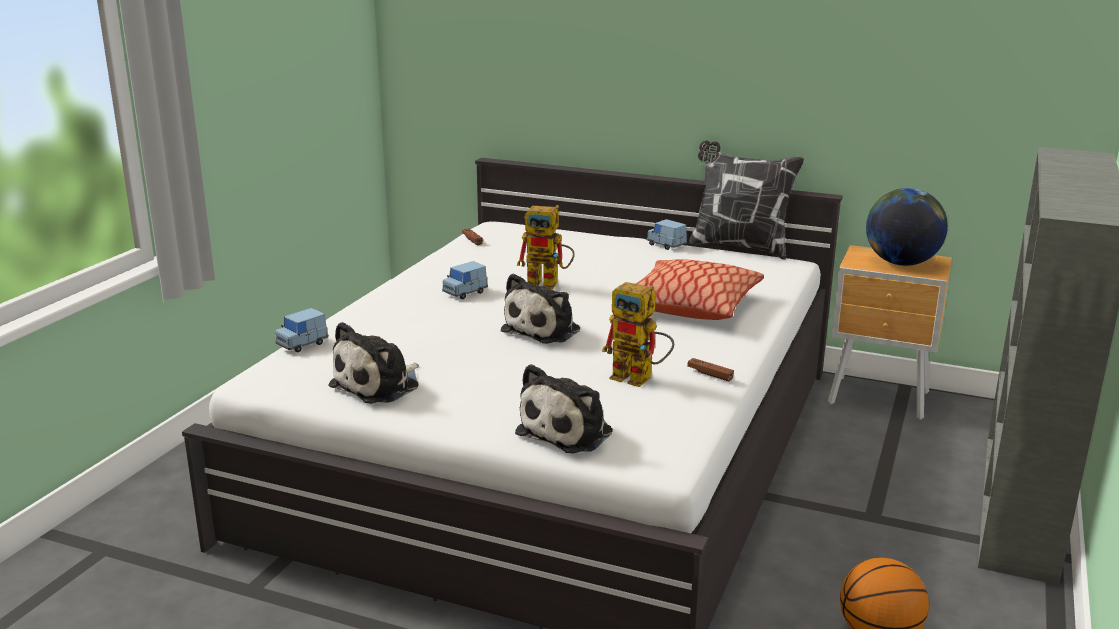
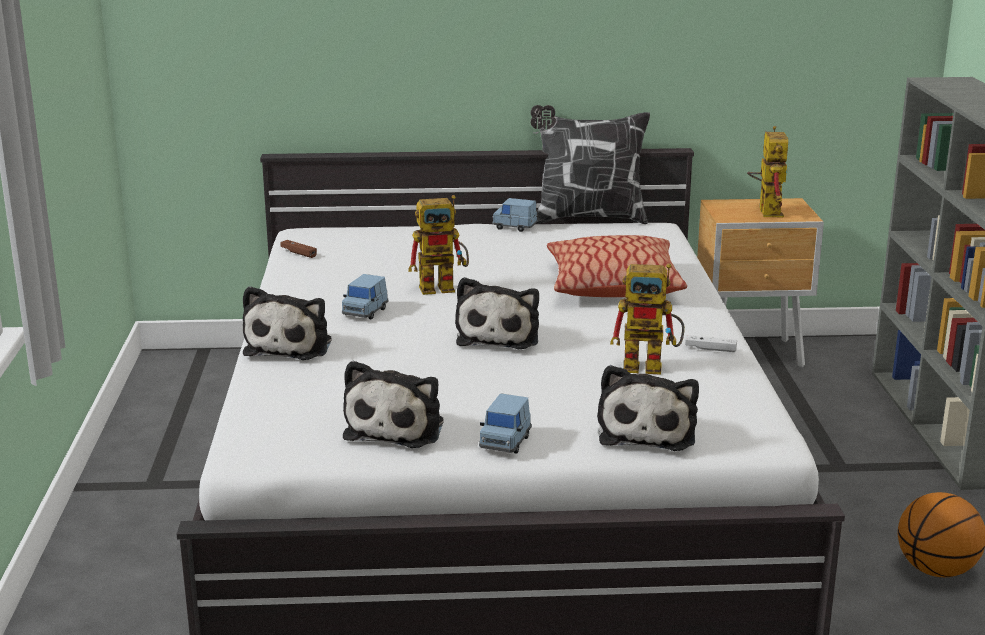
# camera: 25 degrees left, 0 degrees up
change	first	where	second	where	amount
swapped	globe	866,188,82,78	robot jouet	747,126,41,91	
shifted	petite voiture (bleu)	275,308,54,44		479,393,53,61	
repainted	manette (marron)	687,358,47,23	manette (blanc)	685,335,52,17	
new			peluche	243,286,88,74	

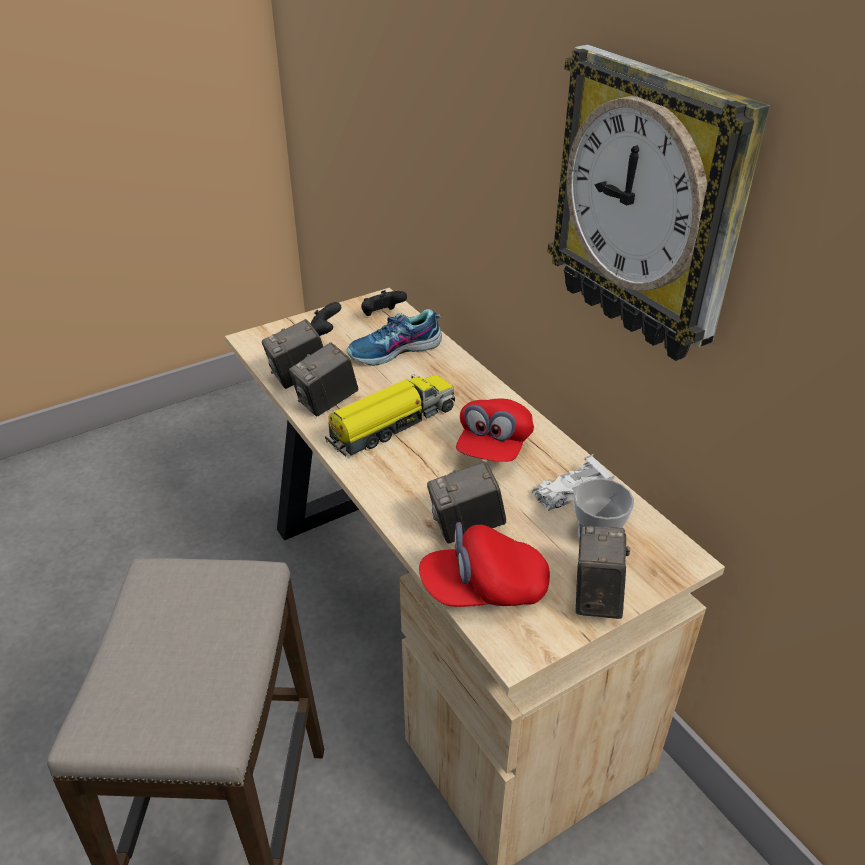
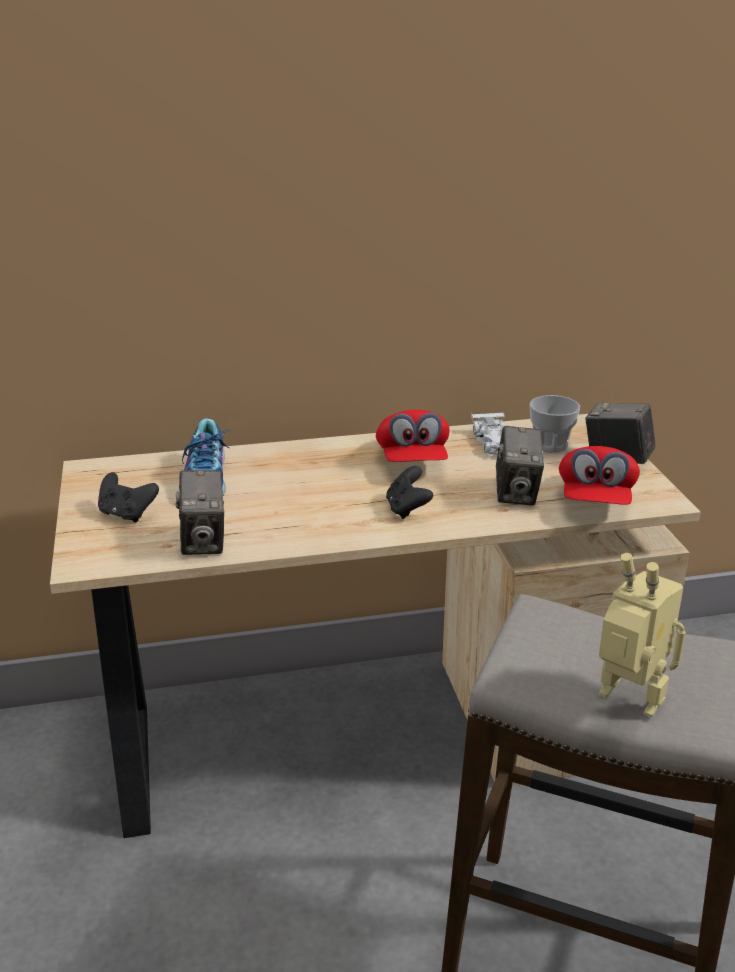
# camera: 70 degrees left, 10 degrees down
change	first	where	second	where	amount
gone	horloge murale	548,45,223,316			
shifted	manette (noir)	361,290,46,26		386,466,47,53	
gone	appareil photo	289,343,69,73			
gone	camion jouet	325,375,130,82			
rotated	casquette (rouge)	456,399,78,63		376,410,74,52	45 degrees clockwise
new			robot jouet	599,553,87,164	

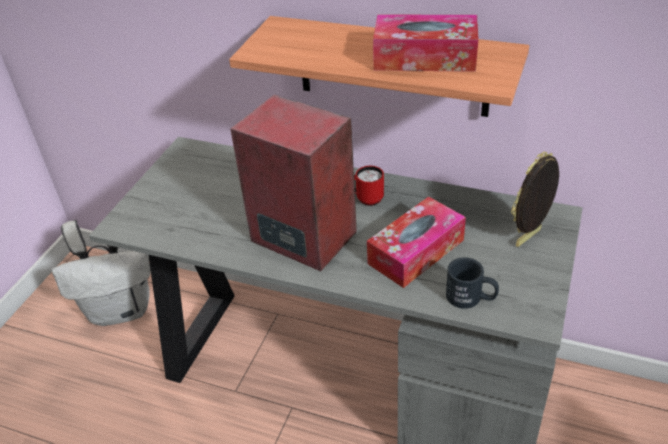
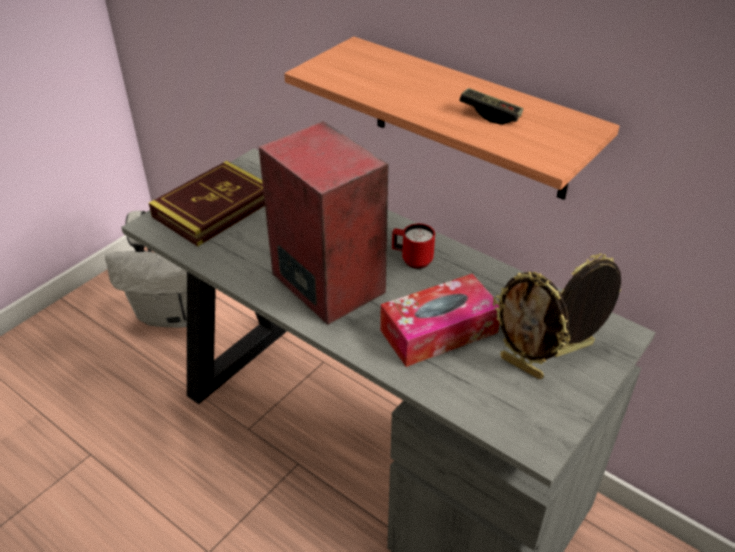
# camera: 15 degrees right, 0 degrees up
change	first	where	second	where	amount
swapped	boîte à mouchoirs	373,15,105,57	manette	459,88,64,37	
gone	mug (noir)	446,257,53,52			
new			livre	149,161,116,86	
new			cadre photo	493,272,77,107	

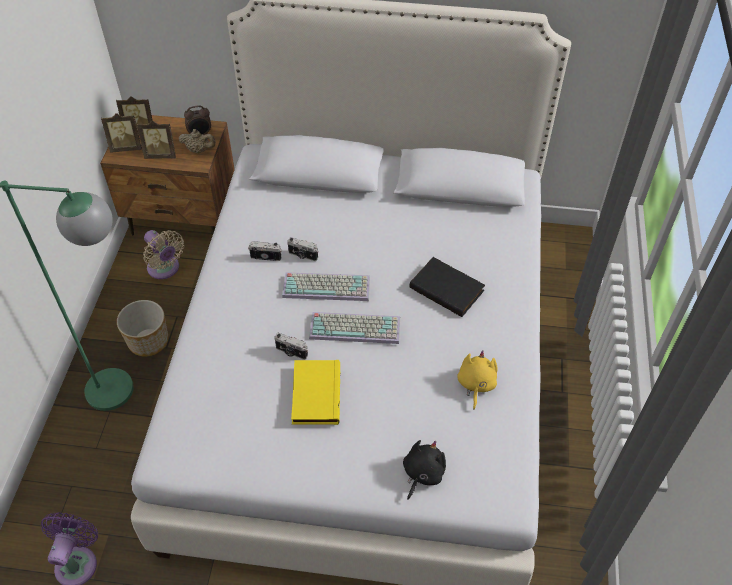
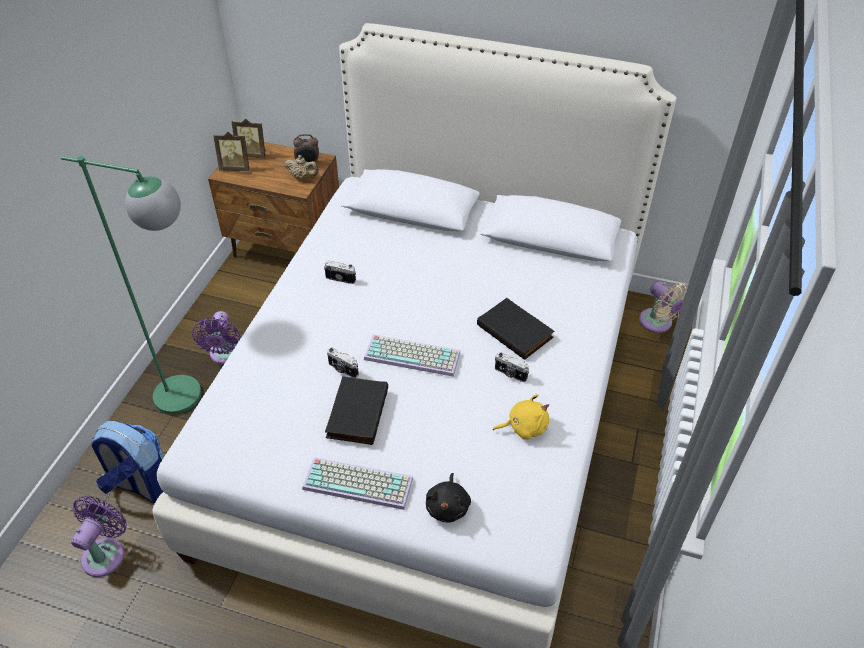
# camera: 10 degrees right, 5 degrees down
change	first	where	second	where	amount
gone	cadre photo	137,121,39,38			
shifted	ventilateur (beige)	143,230,41,49		639,281,49,52	
shifted	appareil photo	287,237,31,24		495,352,34,30	
shifted	clavier	282,272,88,29		302,457,111,53	
swapped	cache-pot	117,300,51,56	ventilateur (violet)	192,311,49,54	
rotated	peluche (jaune)	457,350,41,59		493,394,56,46	60 degrees clockwise
repainted	livre (jaune)	291,360,49,65	livre (noir)	325,376,63,69	
rotated	peluche (noir)	403,440,43,60		426,473,45,49	150 degrees clockwise
new			sac à dos	91,421,73,83	

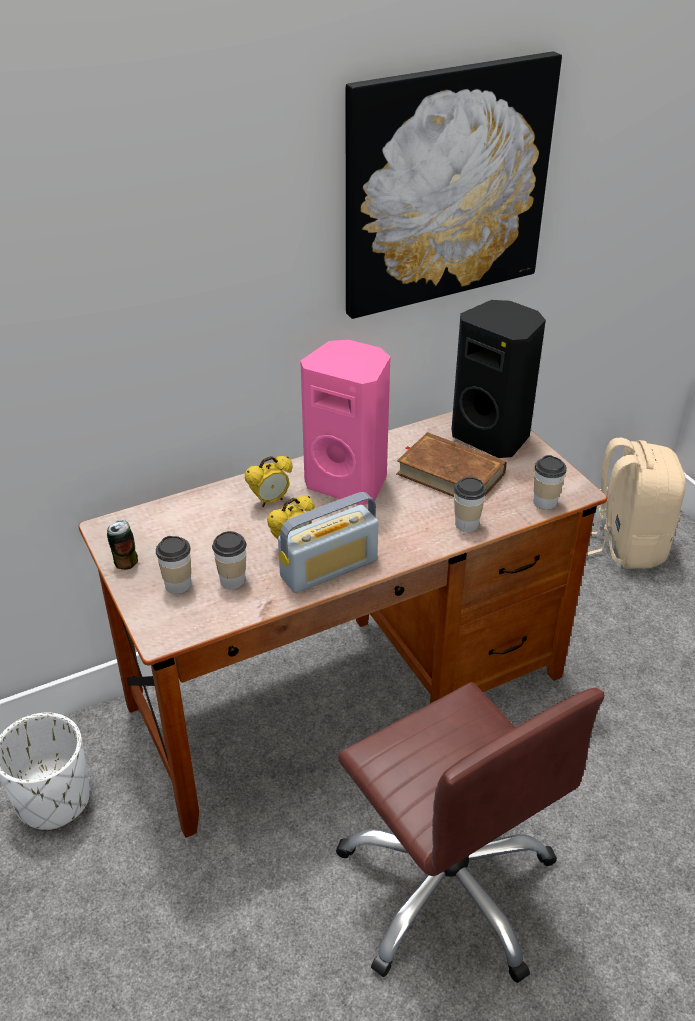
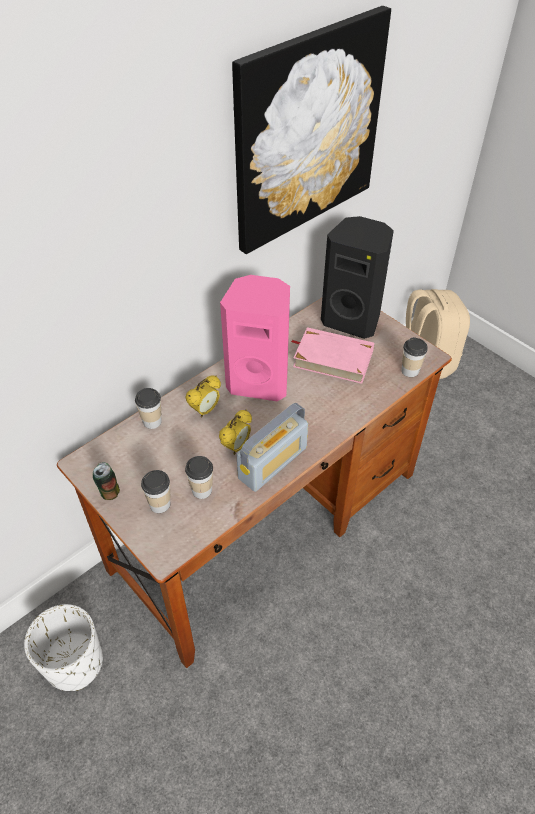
# camera: 15 degrees left, 10 degrees up
change	first	where	second	where	amount
repainted	livre (marron)	396,432,111,65	livre (rose)	291,327,83,57	
shifted	tasse	454,477,32,55		135,388,27,41	
gone	chaise de bureau (marron)	336,682,268,301			

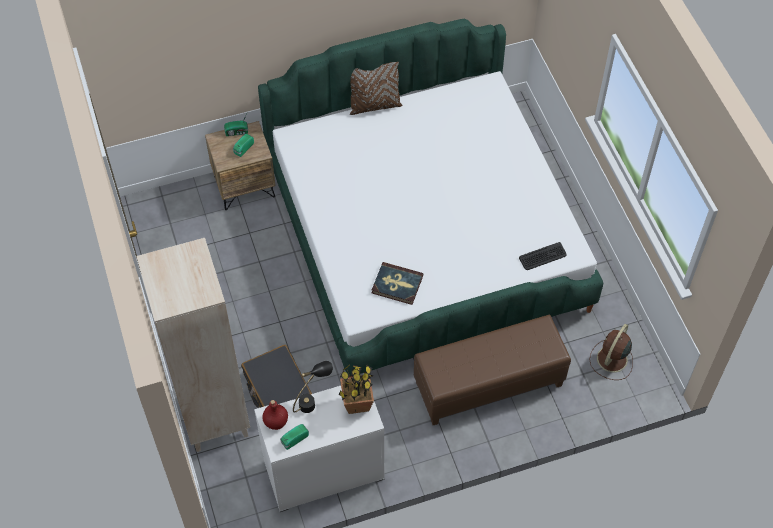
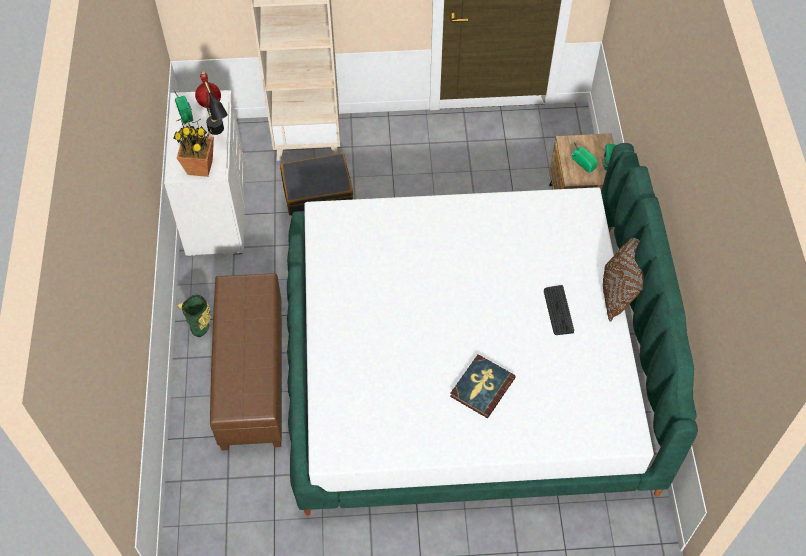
# camera: 105 degrees right, 0 degrees up
change	first	where	second	where	amount
shifted	clavier	519,242,48,28		544,285,30,50	
shifted	livre	372,262,51,43		450,354,66,64	
gone	ventilateur (marron)	589,324,44,56			
new			vase	177,295,34,42	

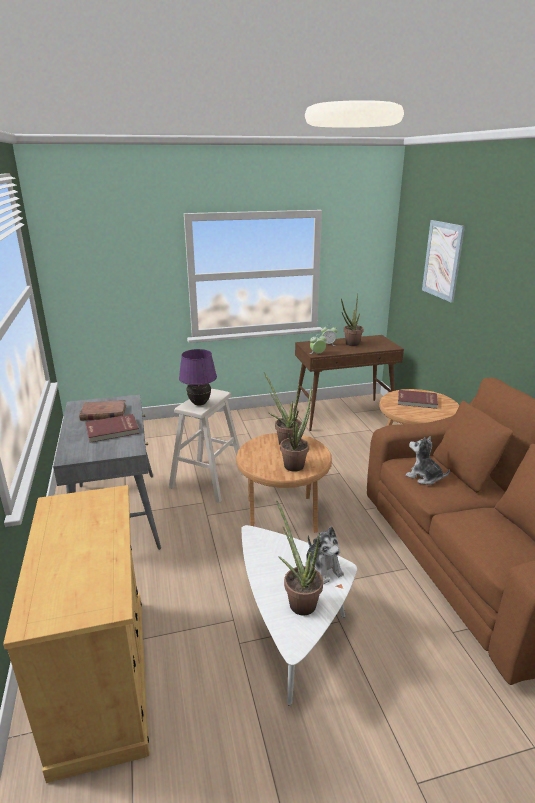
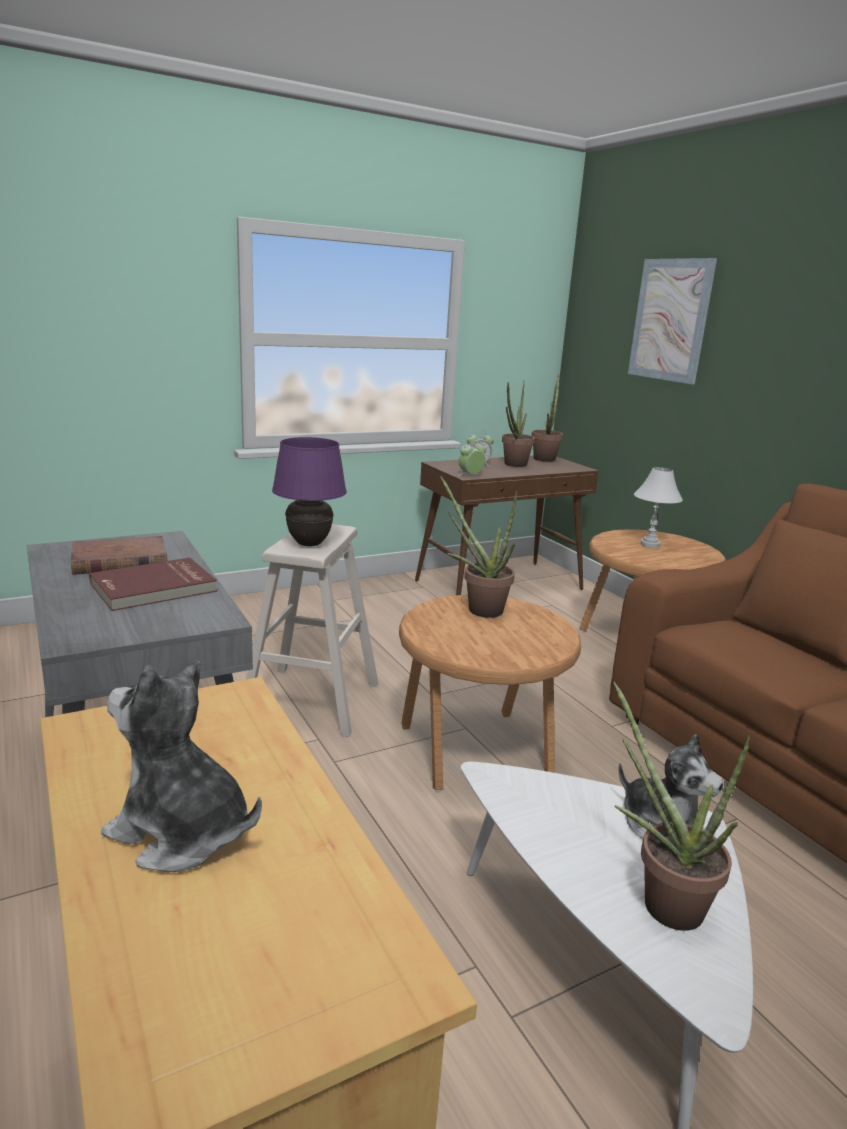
# camera: 15 degrees left, 5 degrees down
change	first	where	second	where	amount
shifted	plante en pot	280,386,32,86		532,374,31,88	
swapped	livre (rouge)	398,390,40,19	lampe de table (blanc)	634,467,49,81	
shifted	peluche	405,436,45,49		101,660,161,212	

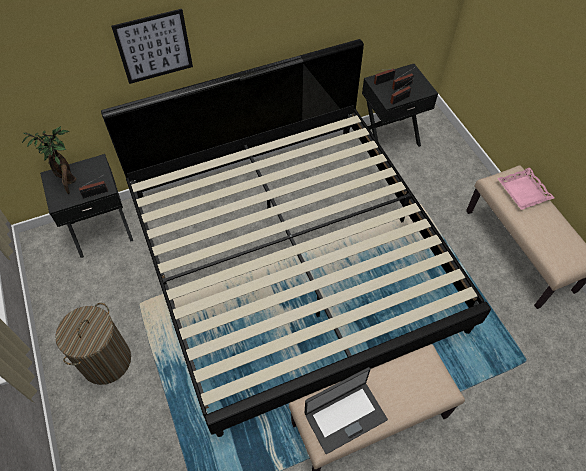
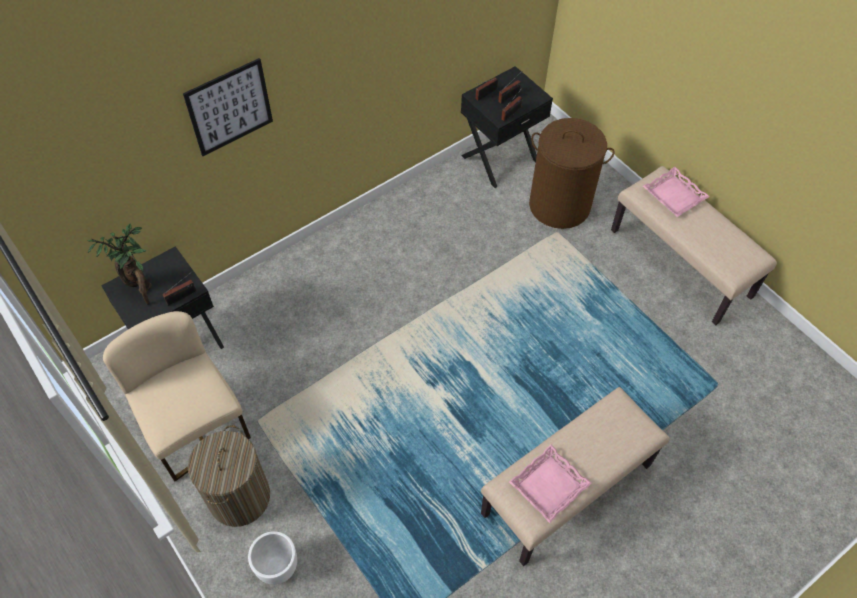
# camera: 15 degrees left, 0 degrees up
change	first	where	second	where	amount
gone	lit	101,39,390,398			
swapped	ordinateur portable	305,367,83,87	plateau (rose)	509,445,83,78	
new			panier à linge (marron)	529,118,86,111	
new			chaise (beige)	103,311,148,170	
new			cache-pot (blanc)	248,531,49,54	

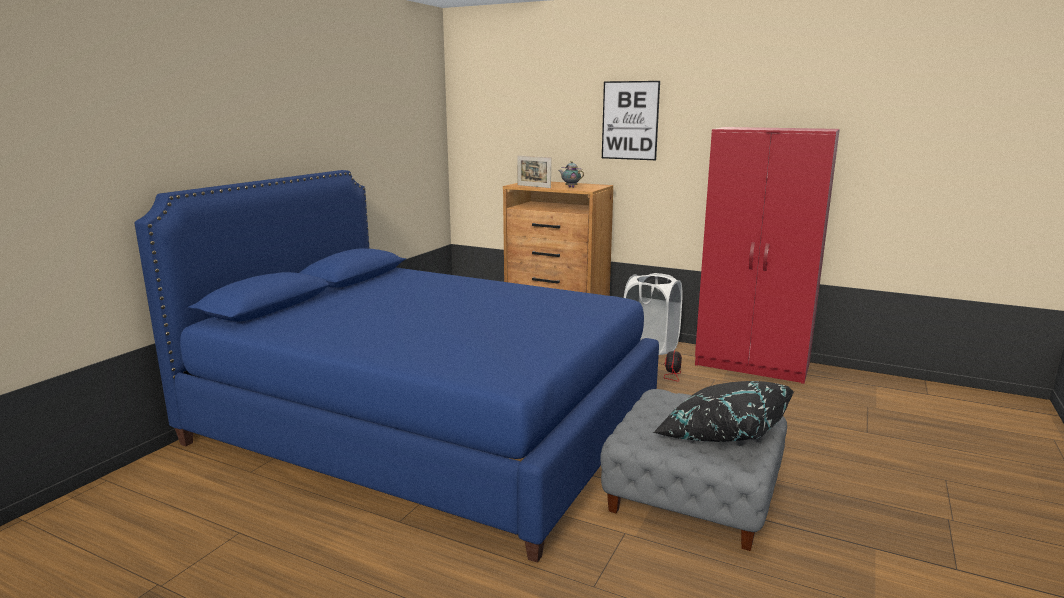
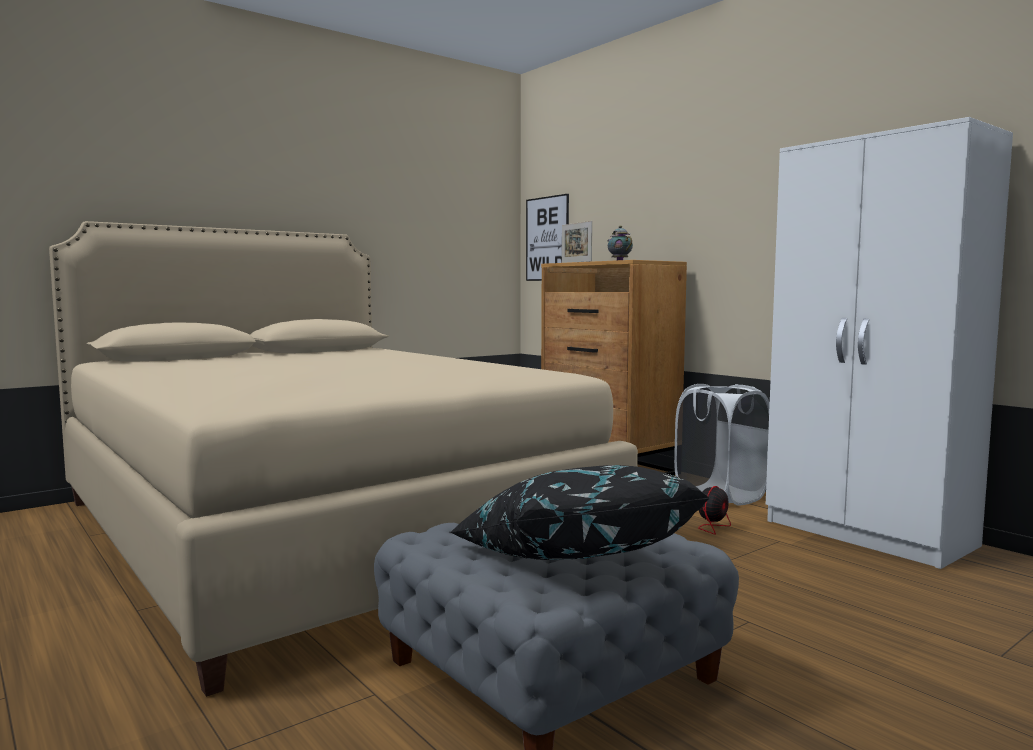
# camera: 25 degrees right, 10 degrees down
change	first	where	second	where	amount
shifted	tableau	602,81,58,79		526,194,43,87	
repainted	armoire (rouge)	695,127,145,257	armoire (blanc)	766,117,247,452	
repainted	lit (bleu)	135,170,524,393	lit (beige)	49,221,589,476	

